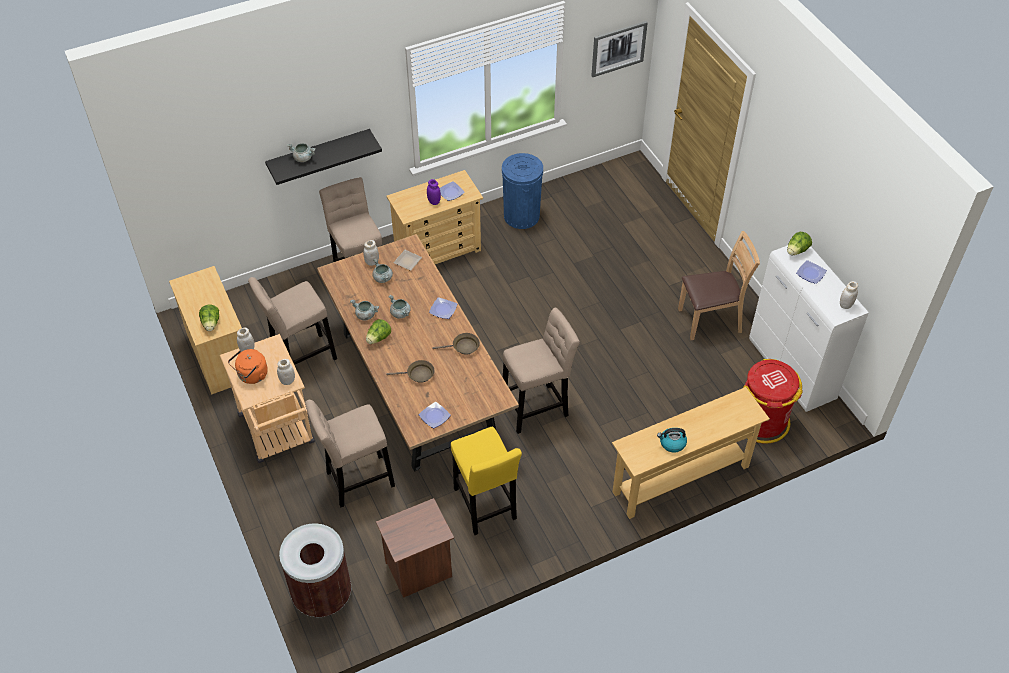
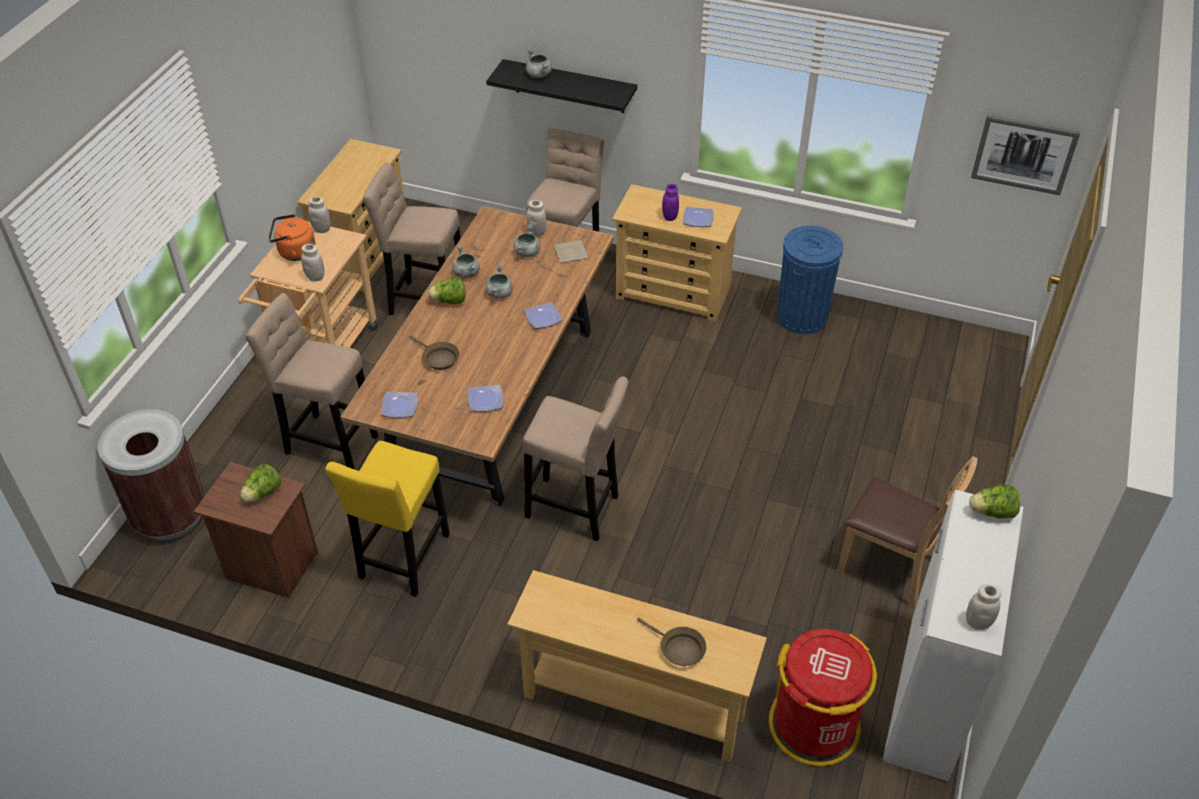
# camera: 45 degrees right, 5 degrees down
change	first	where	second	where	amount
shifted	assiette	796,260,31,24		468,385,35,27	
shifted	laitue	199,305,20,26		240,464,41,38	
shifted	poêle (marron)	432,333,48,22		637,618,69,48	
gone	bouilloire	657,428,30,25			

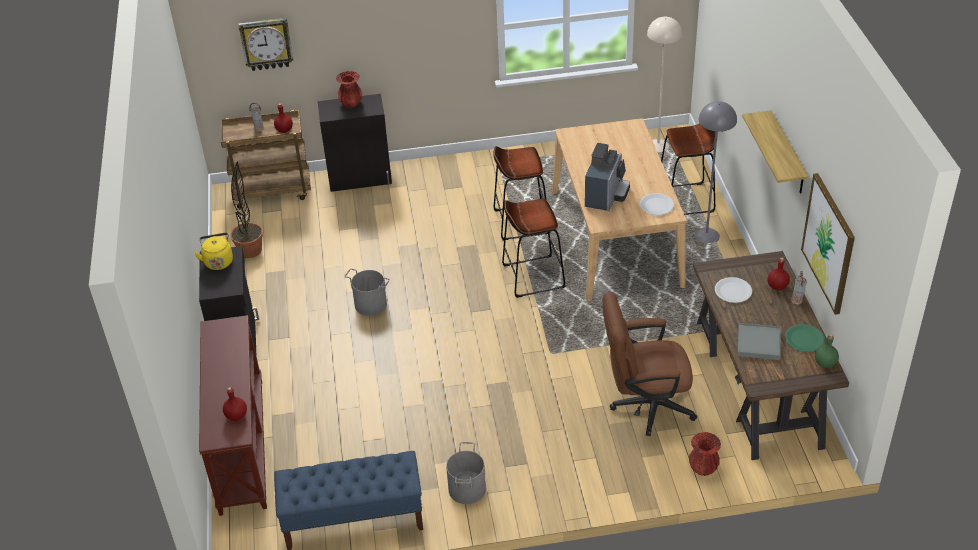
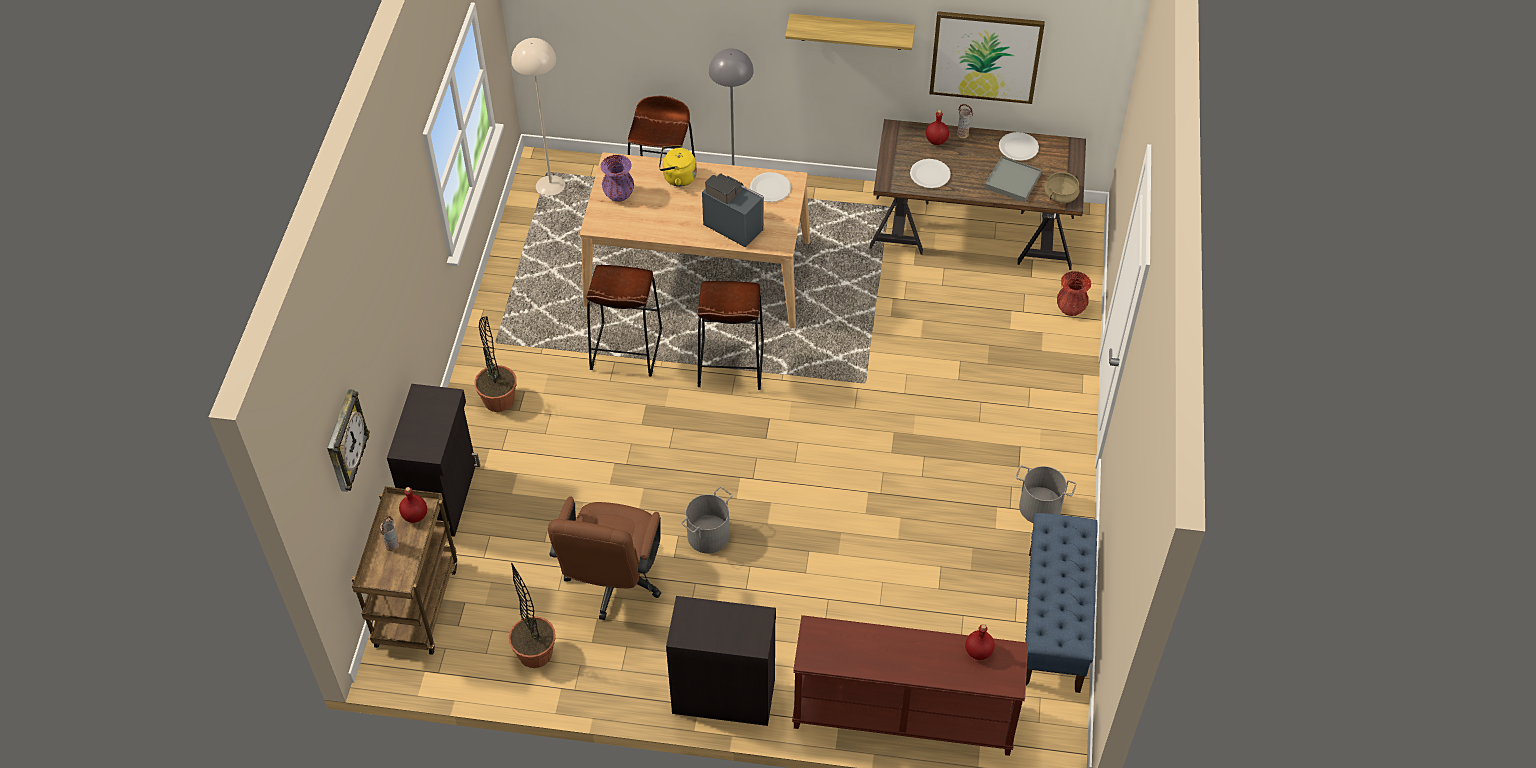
# camera: 75 degrees left, 10 degrees up
change	first	where	second	where	amount
gone	vase (rouge)	336,71,27,37			
shifted	bouilloire (jaune)	194,233,39,37		659,145,38,42	
shifted	chaise de bureau (marron)	603,292,94,144		548,497,113,123	
repainted	assiette (vert)	785,324,40,28	assiette (blanc)	999,132,40,29	
gone	bouteille (vert)	815,334,24,34			
new			vase (violet)	601,155,33,47	
new			marmite (beige)	1044,172,35,31	
new			plante en pot	474,316,43,96	

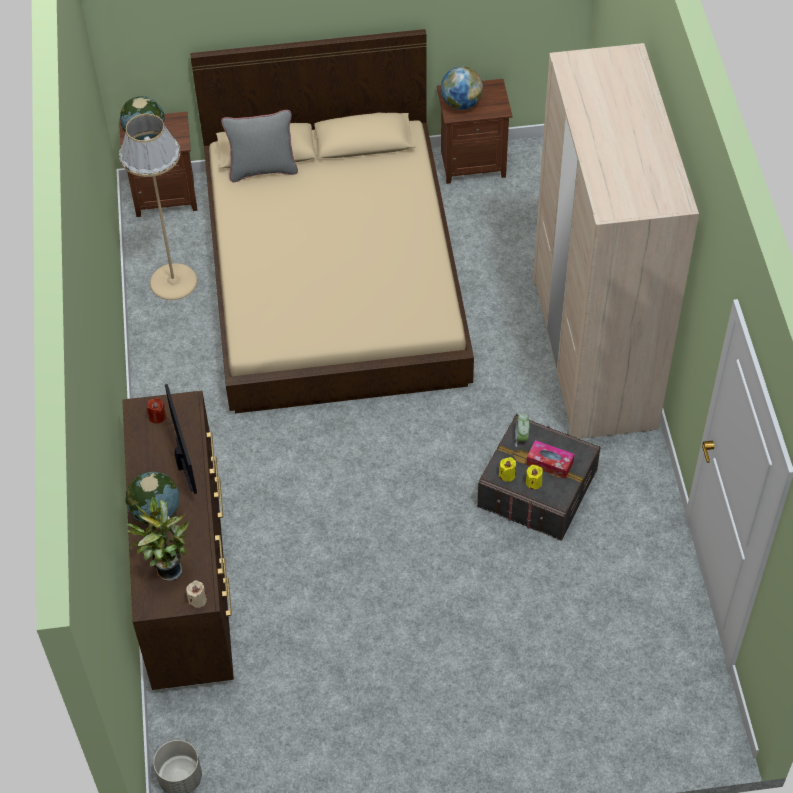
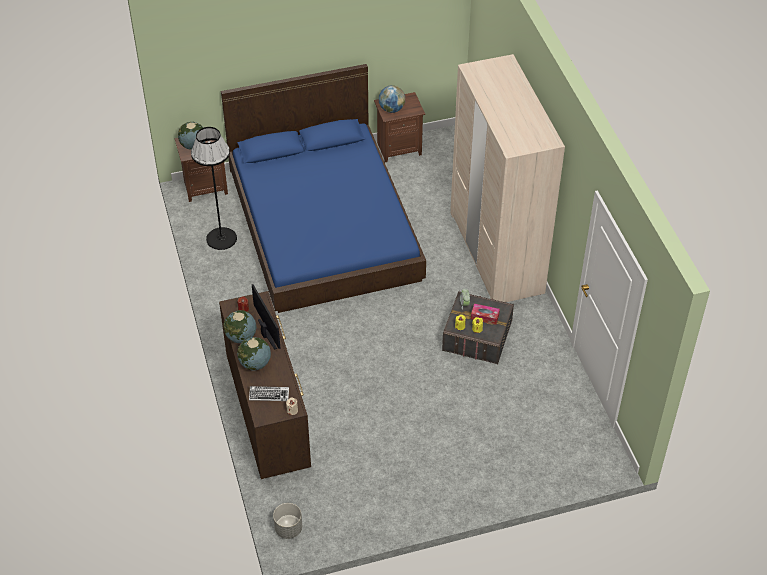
# camera: 10 degrees left, 5 degrees down
change	first	where	second	where	amount
repainted	lit (beige)	190,29,284,384	lit (bleu)	221,64,205,249	
gone	coussin (gris)	221,110,77,72			
repainted	lampadaire (beige)	119,114,78,186	lampadaire (noir)	191,127,46,123	
swapped	plante en pot	127,496,62,85	clavier	249,386,40,15	
new			globe	223,310,33,33	

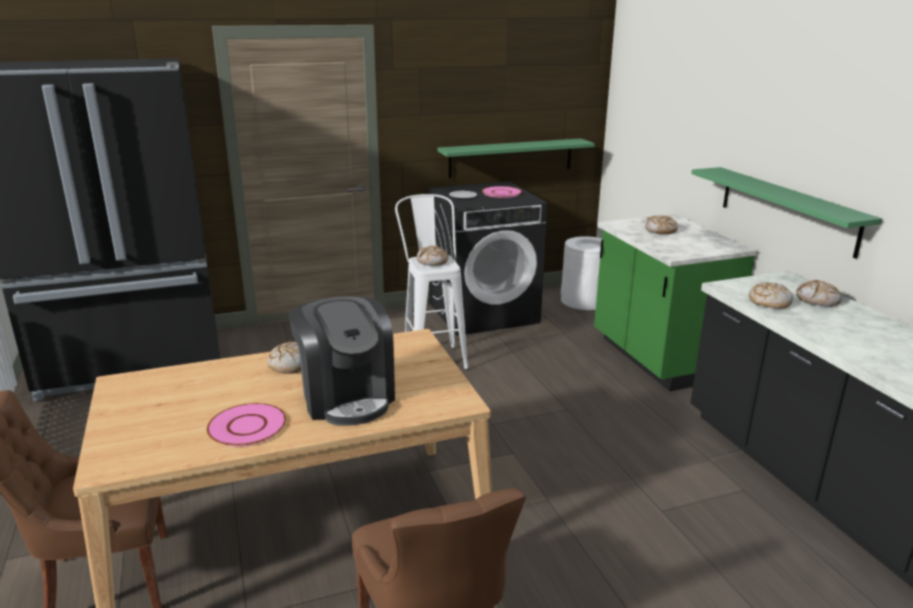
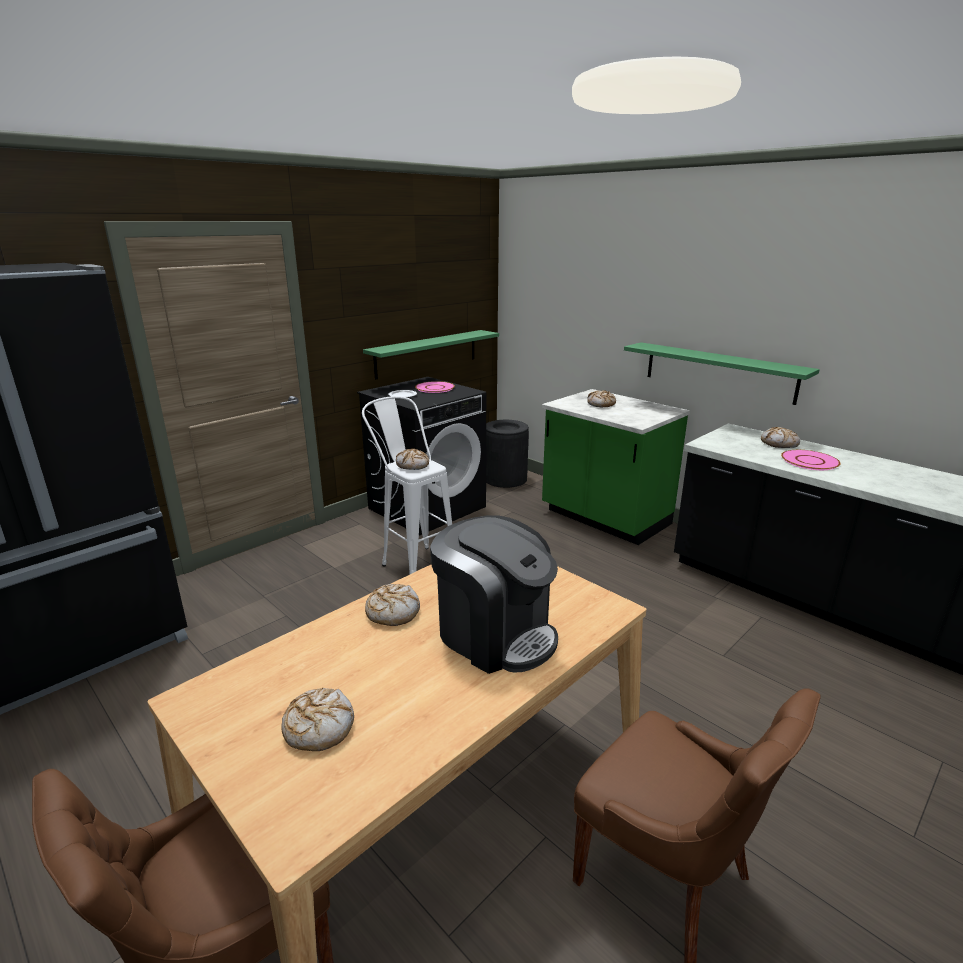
# camera: 25 degrees left, 0 degrees up
change	first	where	second	where	amount
repainted	poubelle (blanc)	561,236,41,74	poubelle (noir)	486,420,43,68	
shifted	pain	749,282,44,27		281,688,73,63	
shifted	assiette (rose)	207,403,79,44		781,450,60,20	

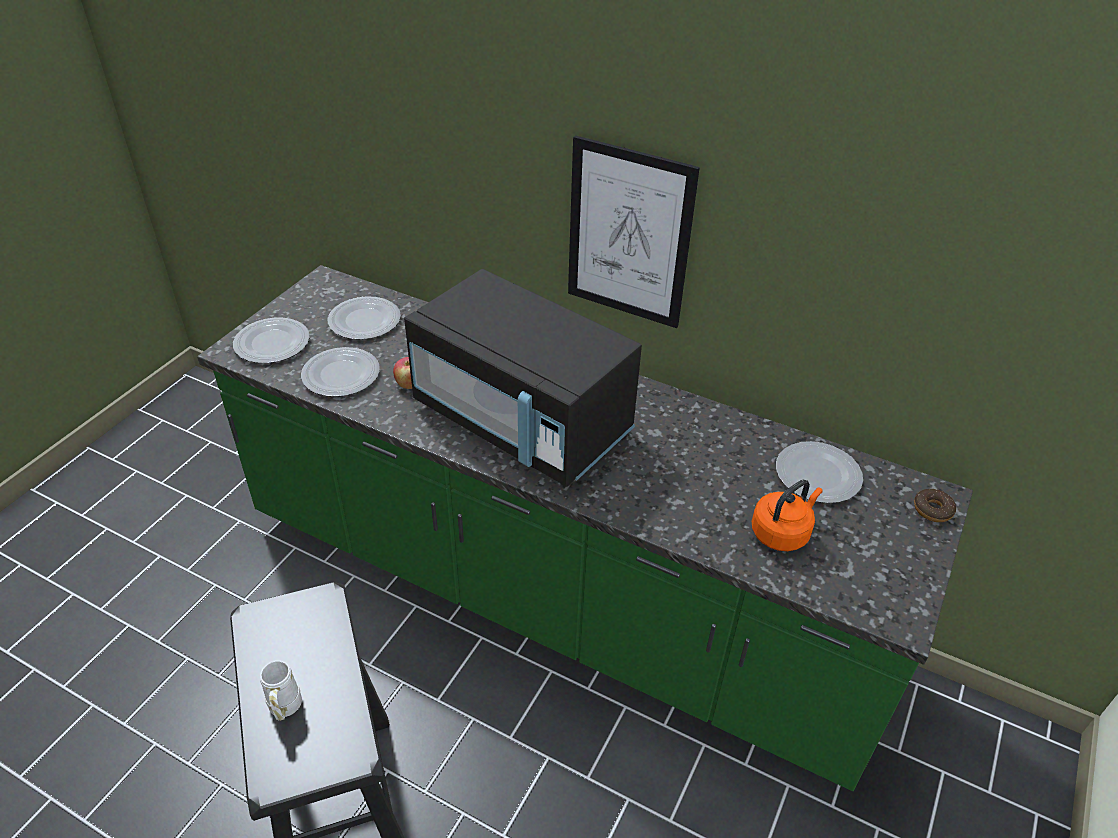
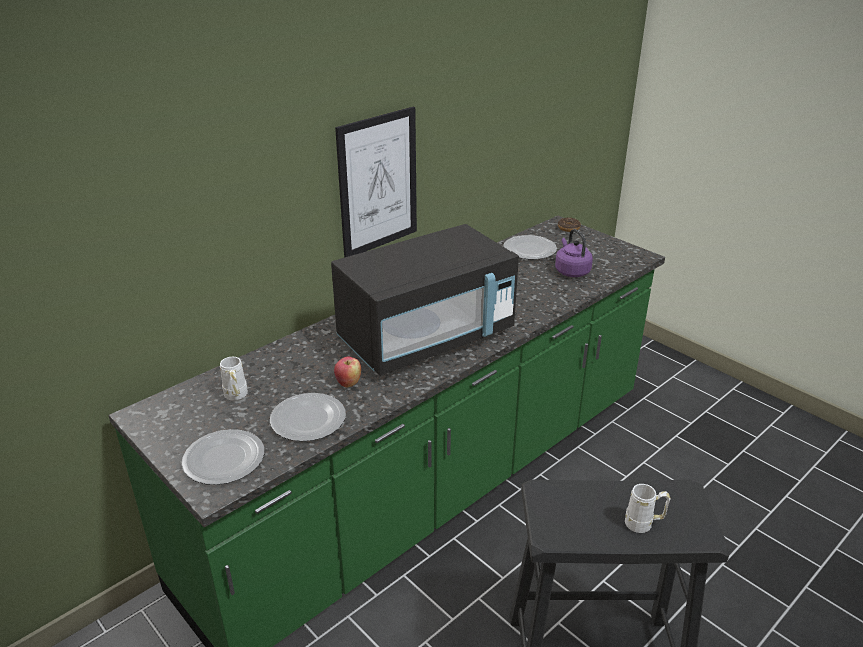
# camera: 70 degrees left, 10 degrees down
change	first	where	second	where	amount
swapped	assiette	327,296,74,44	mug (blanc)	220,357,28,44	
repainted	bouilloire (orange)	752,480,71,71	bouilloire (violet)	555,229,38,48	

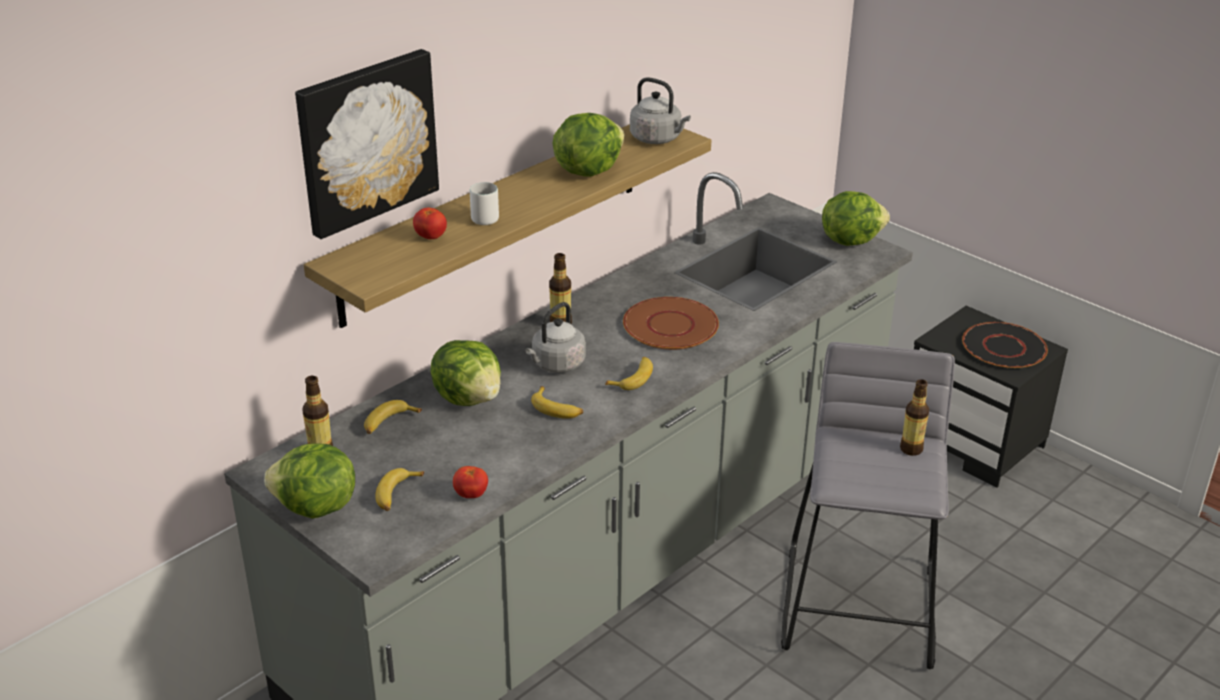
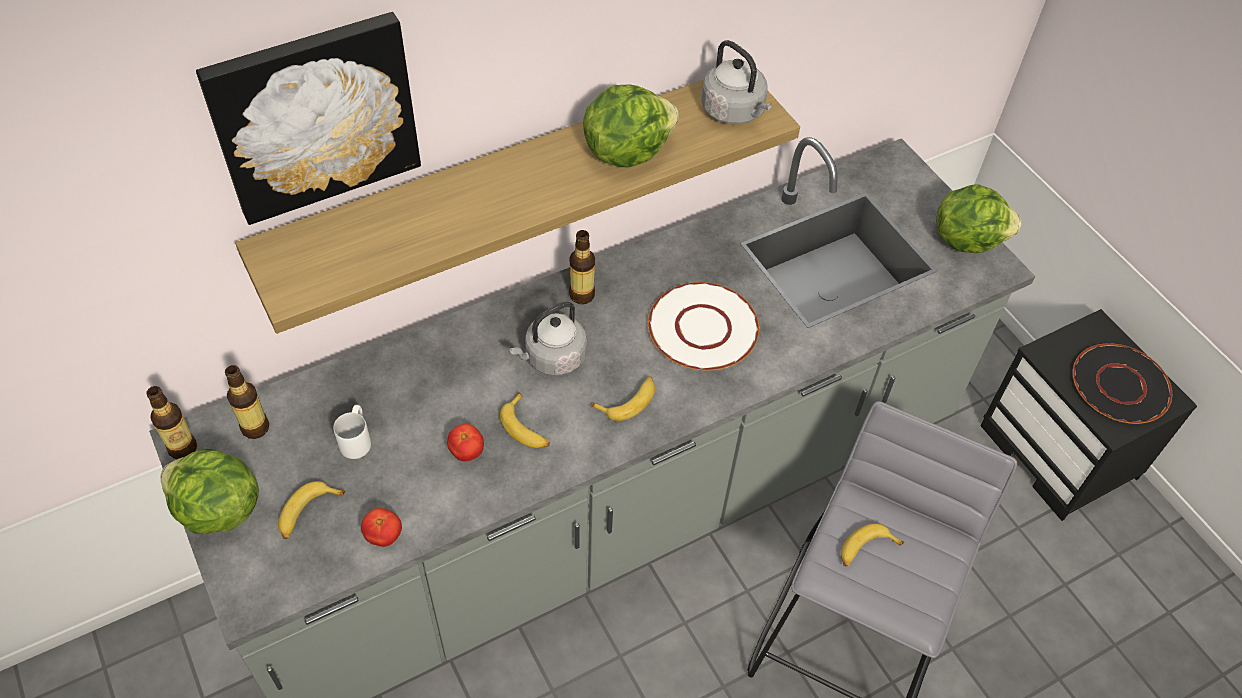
# camera: 15 degrees right, 20 degrees up
change	first	where	second	where	amount
shifted	mug (blanc)	470,182,29,43		333,405,38,54	
shifted	tomate	413,207,34,32		447,424,37,37	
repainted	assiette (marron)	623,297,96,53	assiette (blanc)	648,282,111,89	
gone	laitue	430,340,71,66			
shifted	bouteille	900,379,29,77		146,386,51,73	
shifted	banane	364,400,58,34		841,523,63,44	

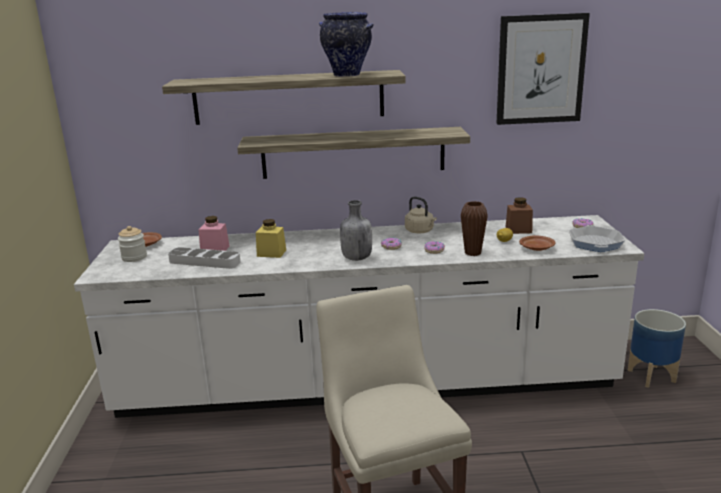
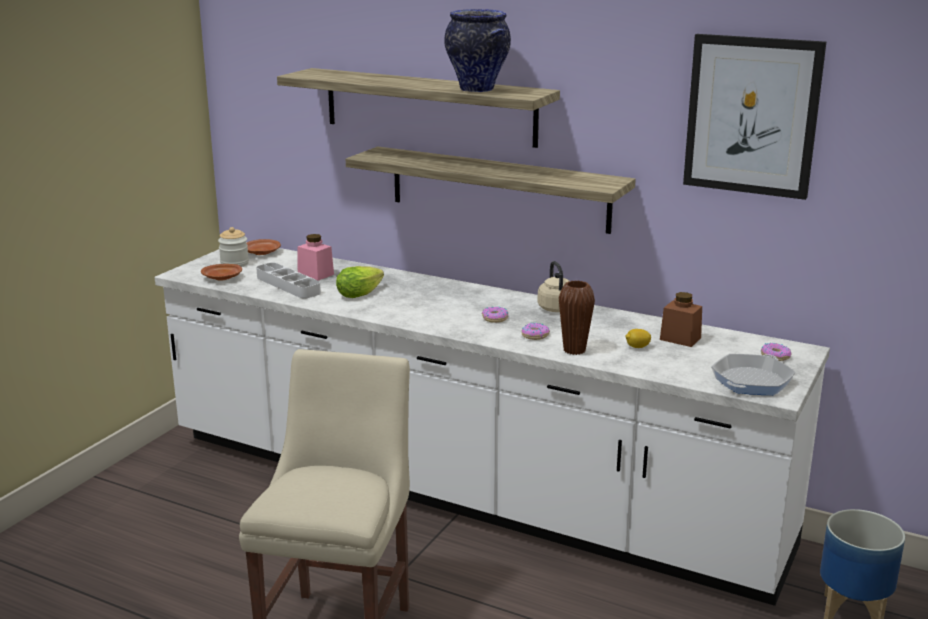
# camera: 30 degrees right, 0 degrees up
change	first	where	second	where	amount
gone	bouteille (gris)	340,200,32,61			
swapped	bocal (jaune)	256,219,30,39	laitue	336,266,48,32	
shifted	assiette (marron)	519,235,36,16		201,264,41,17	

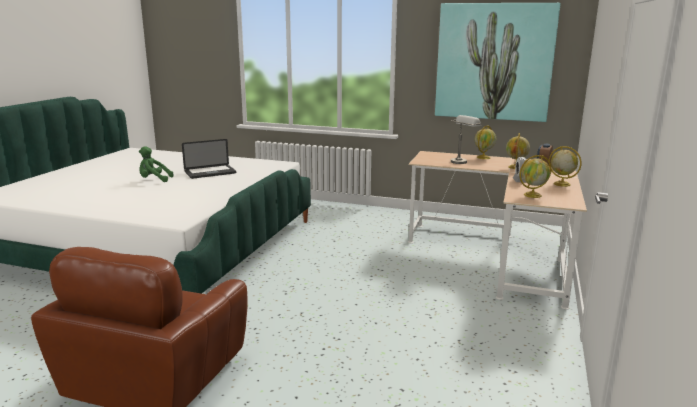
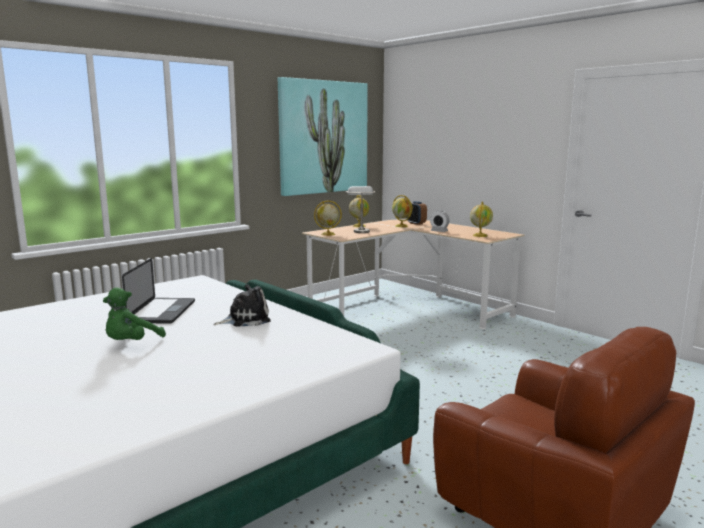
# camera: 60 degrees left, 5 degrees down
change	first	where	second	where	amount
shifted	globe	549,146,33,41		314,201,28,35	
new			peluche	213,284,58,43	

